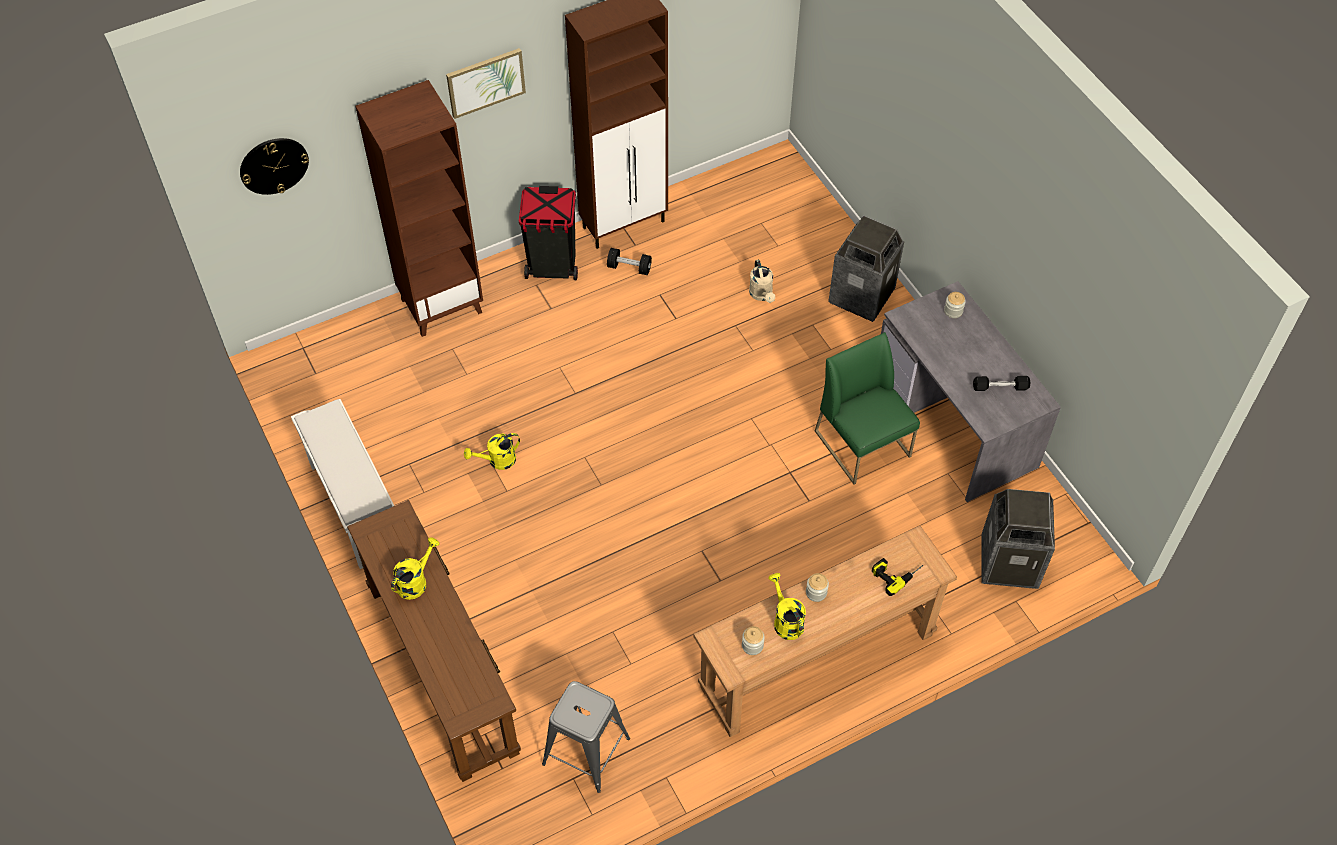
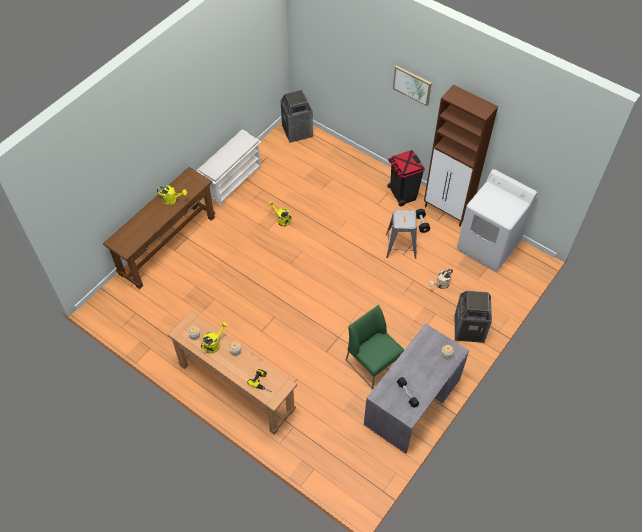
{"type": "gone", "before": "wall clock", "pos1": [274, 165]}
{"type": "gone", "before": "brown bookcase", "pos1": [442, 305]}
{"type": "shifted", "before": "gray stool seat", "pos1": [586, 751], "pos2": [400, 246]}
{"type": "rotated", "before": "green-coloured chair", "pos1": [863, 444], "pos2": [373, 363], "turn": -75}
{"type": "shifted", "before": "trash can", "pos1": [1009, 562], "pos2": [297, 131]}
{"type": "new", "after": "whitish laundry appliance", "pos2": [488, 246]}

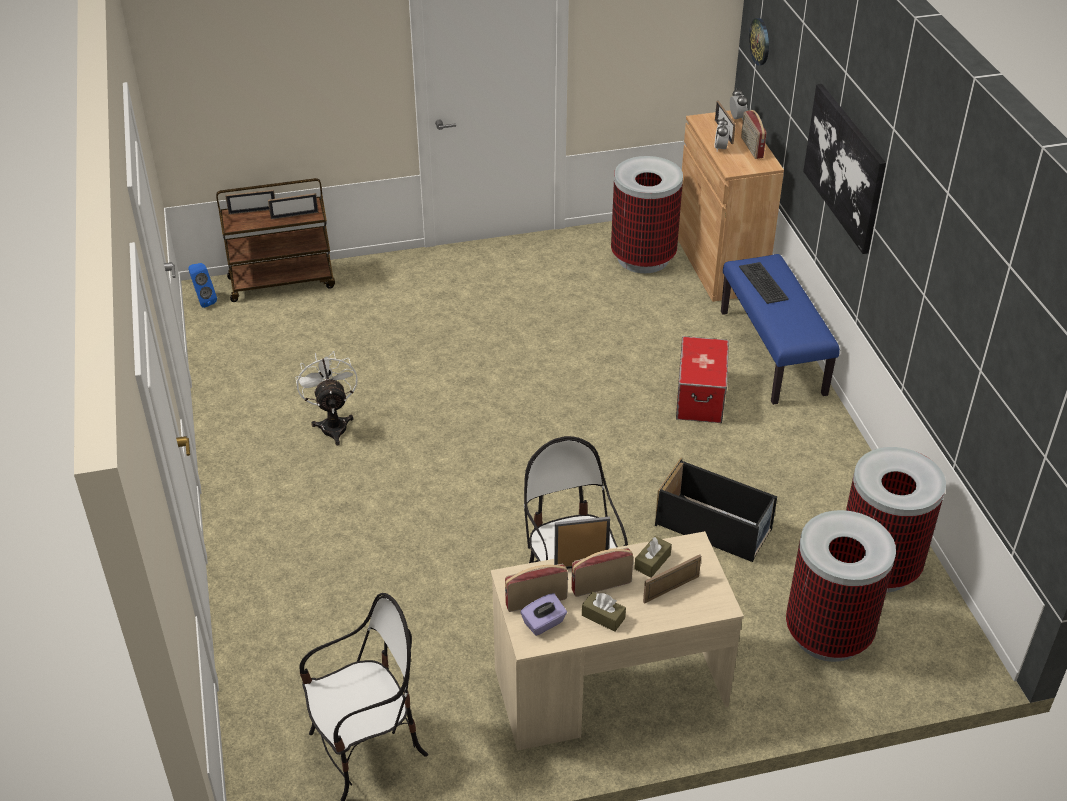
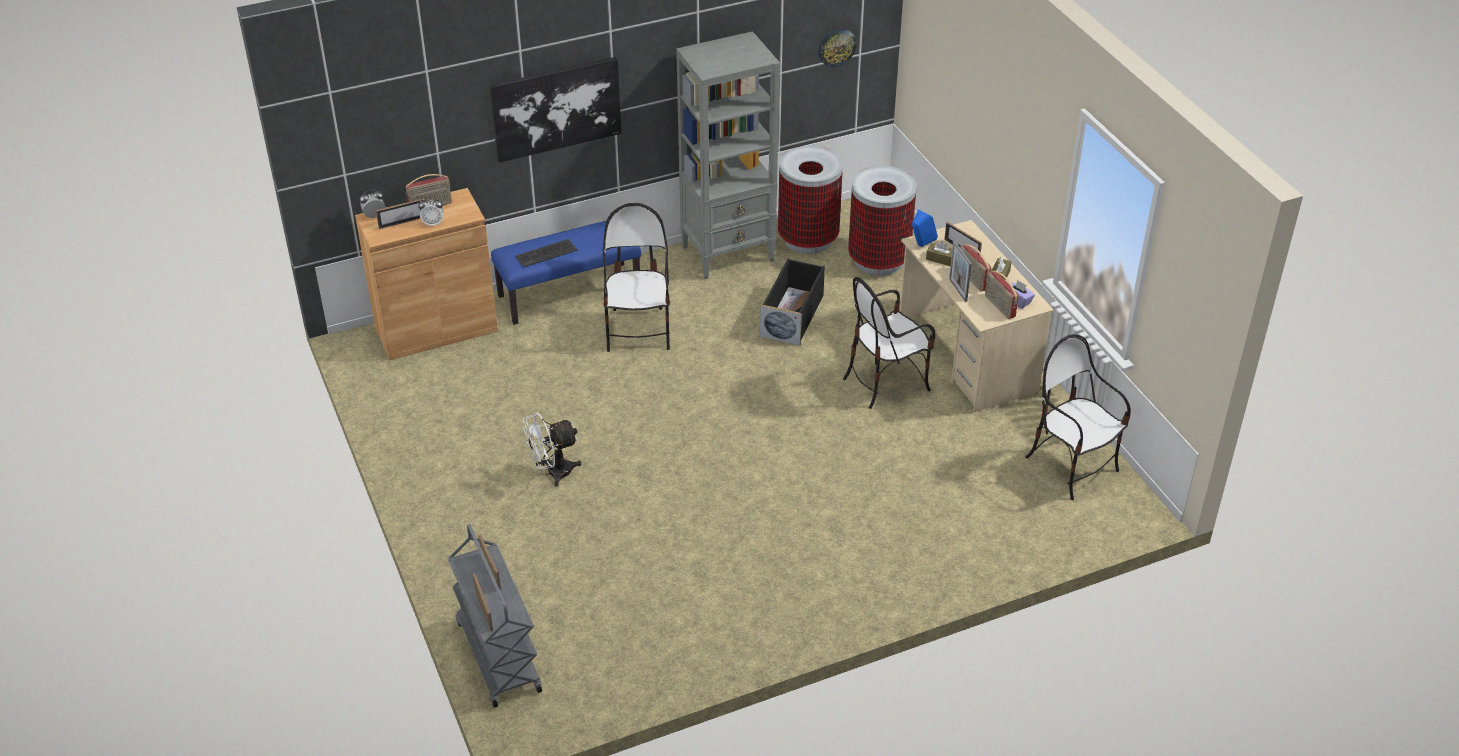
{"type": "shifted", "before": "blue loudspeaker", "pos1": [203, 301], "pos2": [921, 246]}
{"type": "repainted", "before": "brown trolley", "after": "gray trolley", "pos1": [282, 282], "pos2": [497, 655]}
{"type": "shifted", "before": "whitish cooling fan", "pos1": [333, 424], "pos2": [553, 473]}
{"type": "gone", "before": "trash can", "pos1": [643, 257]}
{"type": "swapped", "before": "storage box", "after": "chair", "pos1": [700, 397], "pos2": [638, 330]}
{"type": "shifted", "before": "wall clock", "pos1": [760, 41], "pos2": [836, 47]}
{"type": "new", "after": "gray bookcase", "pos2": [729, 254]}

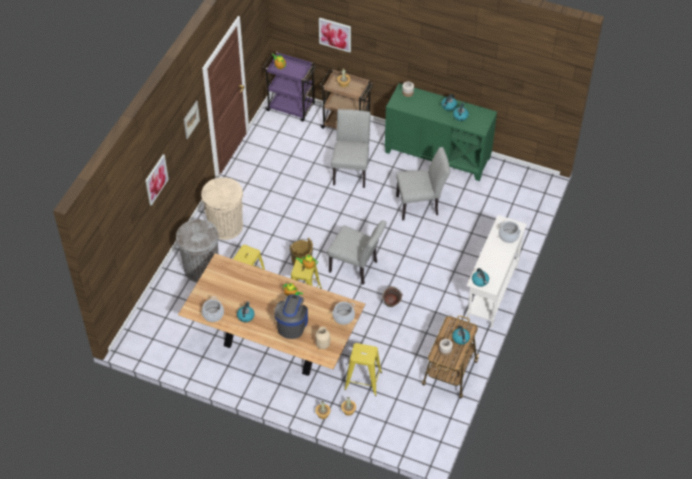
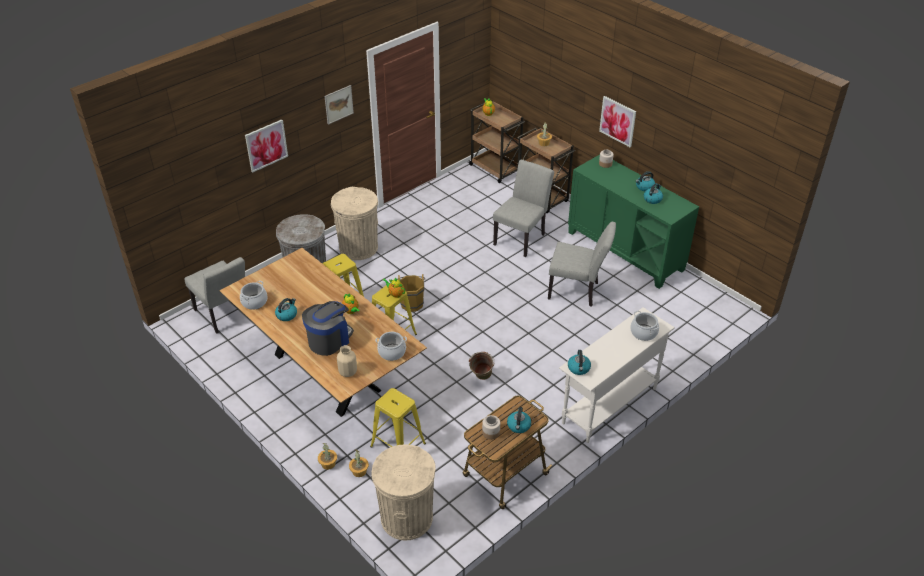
{"type": "repainted", "before": "purple trolley", "after": "brown trolley", "pos1": [291, 108], "pos2": [495, 169]}
{"type": "shifted", "before": "wall picture", "pos1": [335, 34], "pos2": [617, 121]}
{"type": "shifted", "before": "gray chair", "pos1": [356, 268], "pos2": [225, 316]}
{"type": "new", "after": "sand-coloured trash can", "pos2": [406, 518]}

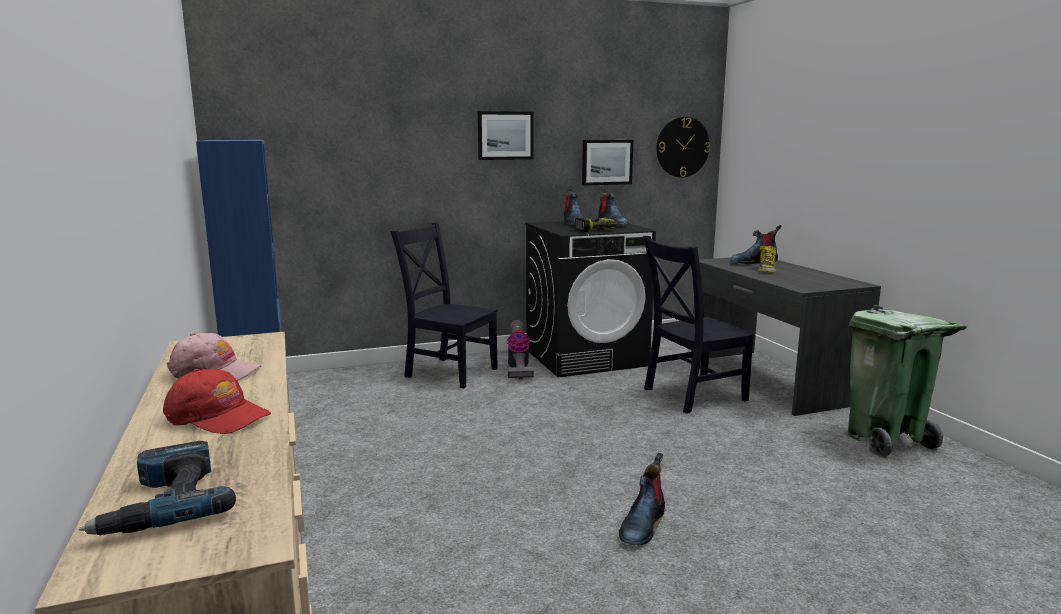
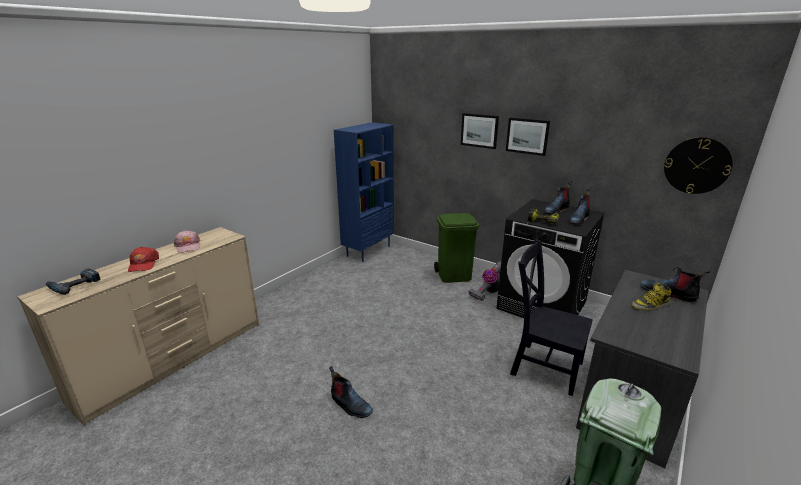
{"type": "swapped", "before": "black chair", "after": "green-coloured trash can", "pos1": [448, 372], "pos2": [454, 276]}
{"type": "shifted", "before": "wall picture", "pos1": [607, 162], "pos2": [479, 130]}
{"type": "rotated", "before": "boot", "pos1": [642, 525], "pos2": [350, 405], "turn": -135}

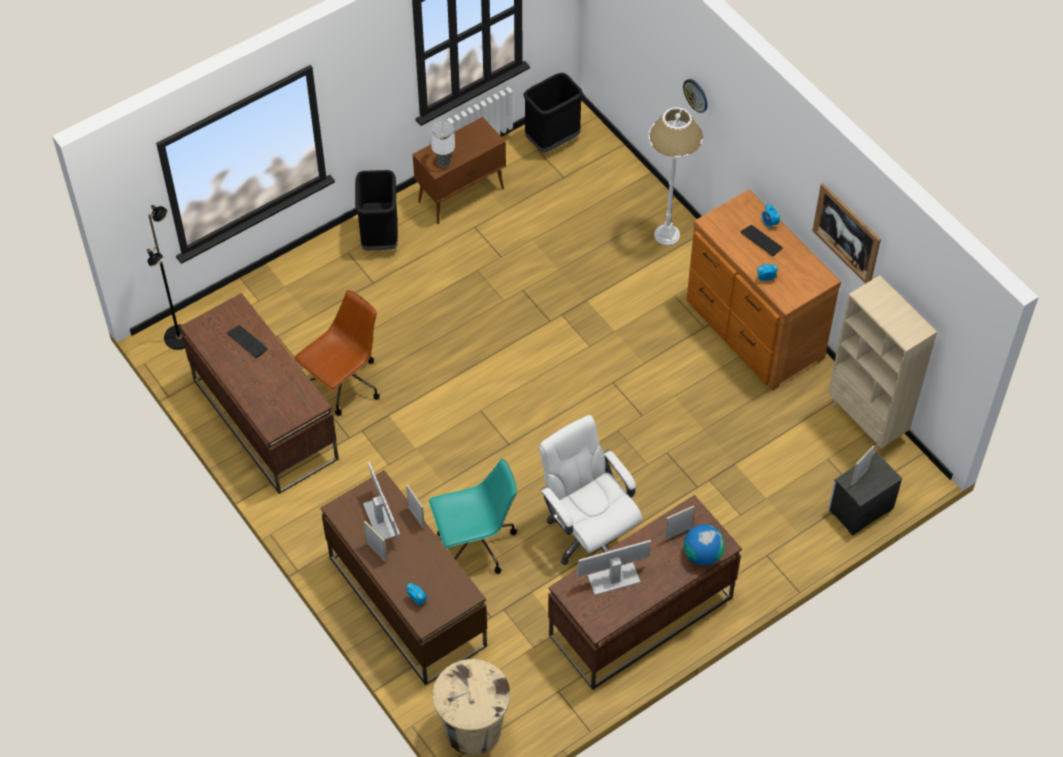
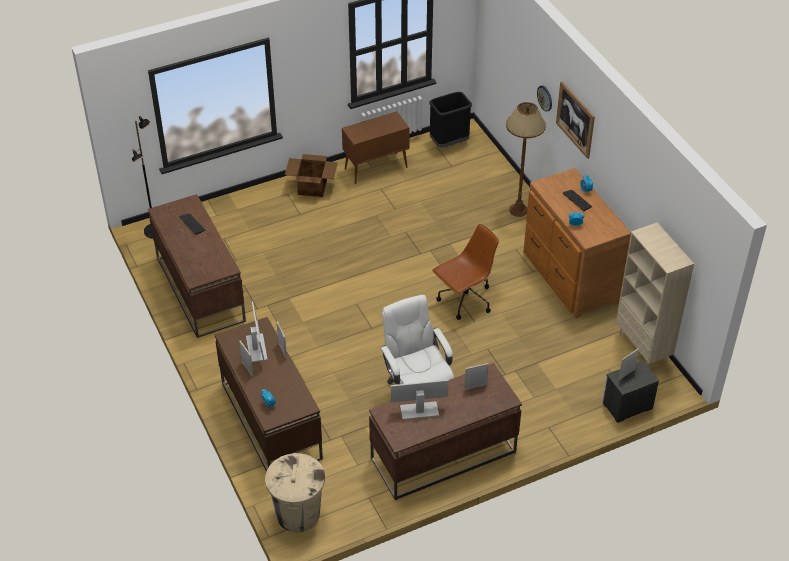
{"type": "shifted", "before": "brown computer chair", "pos1": [344, 385], "pos2": [465, 300]}
{"type": "swapped", "before": "black trash can", "after": "packing box", "pos1": [379, 237], "pos2": [312, 187]}
{"type": "gone", "before": "turquoise-coloured computer chair", "pos1": [475, 544]}
{"type": "gone", "before": "lamp for a table", "pos1": [443, 161]}
{"type": "repainted", "before": "whitish standard lamp", "after": "brown standard lamp", "pos1": [667, 235], "pos2": [518, 210]}
{"type": "gone", "before": "world globe", "pos1": [702, 554]}
{"type": "shifted", "before": "wall picture", "pos1": [846, 234], "pos2": [575, 119]}

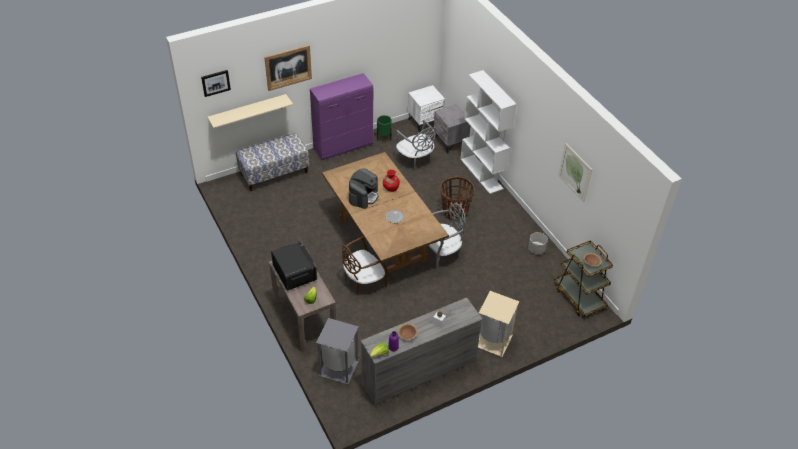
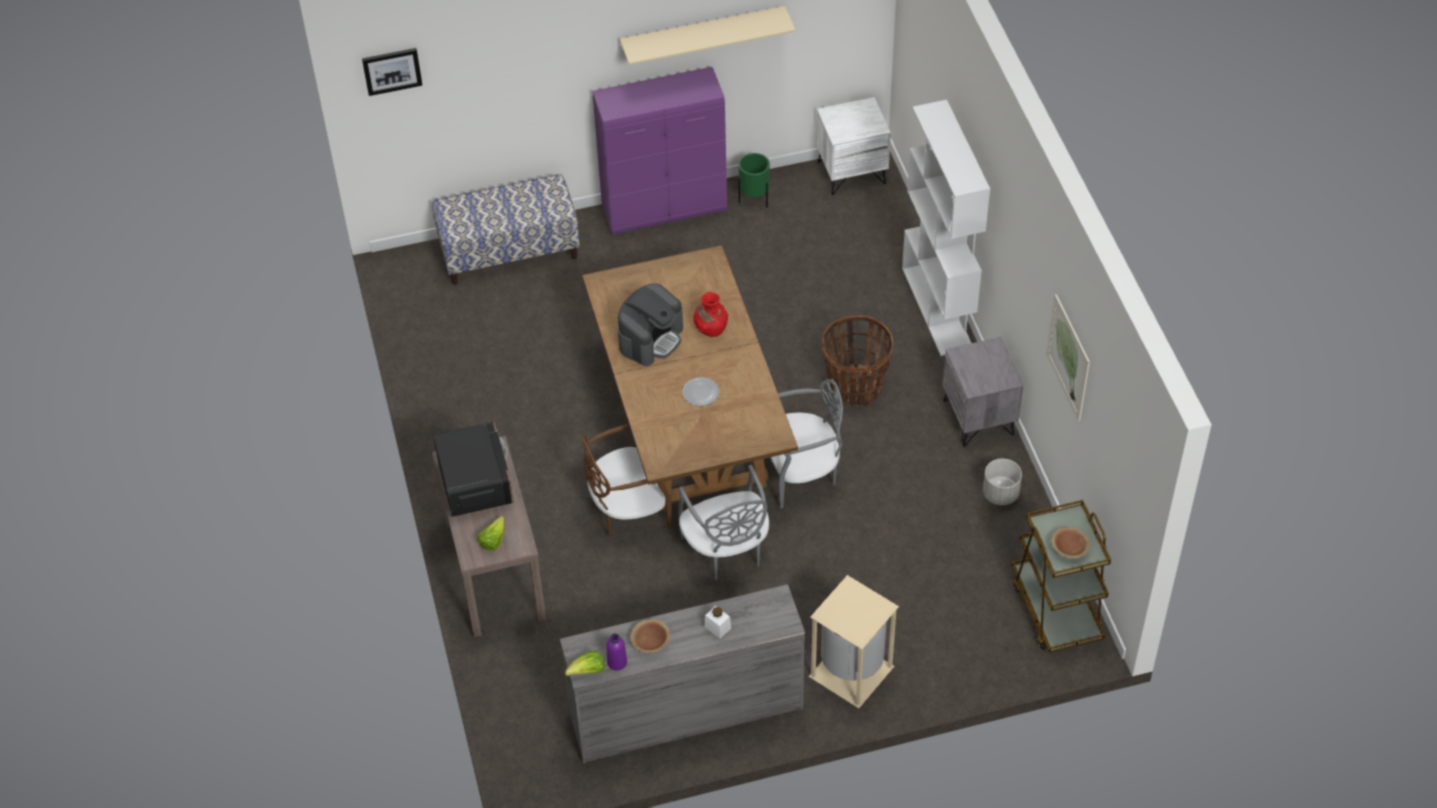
{"type": "shifted", "before": "sand-coloured shelf", "pos1": [248, 111], "pos2": [703, 34]}
{"type": "gone", "before": "wall picture", "pos1": [288, 67]}
{"type": "gone", "before": "gray trash can", "pos1": [338, 368]}
{"type": "shifted", "before": "gray chair", "pos1": [415, 160], "pos2": [726, 551]}
{"type": "shifted", "before": "gray night table", "pos1": [450, 142], "pos2": [979, 418]}

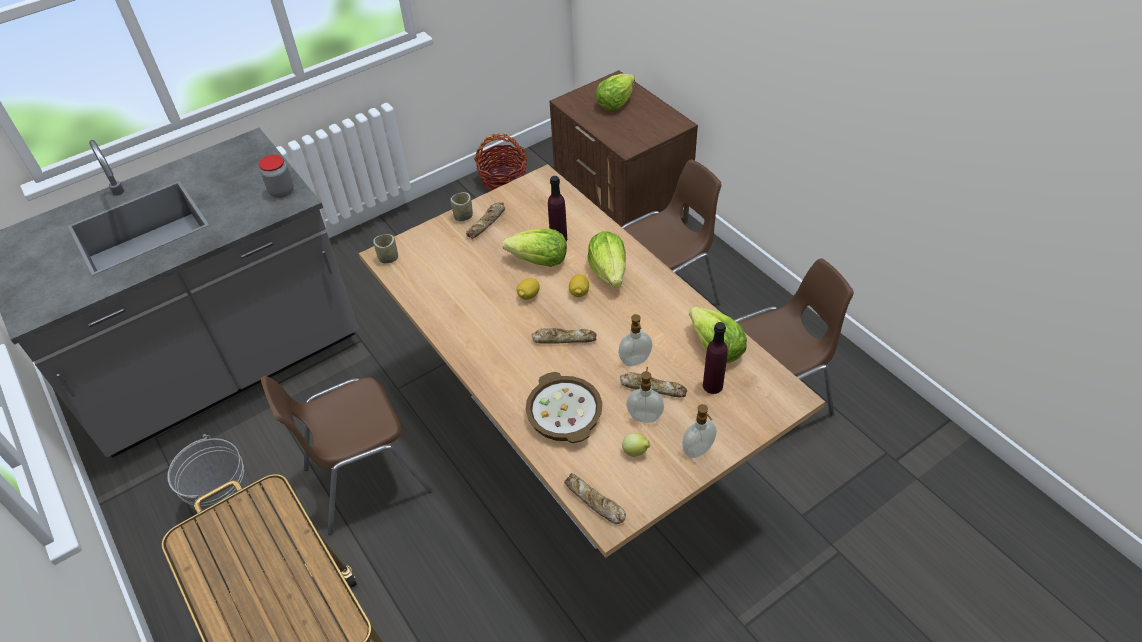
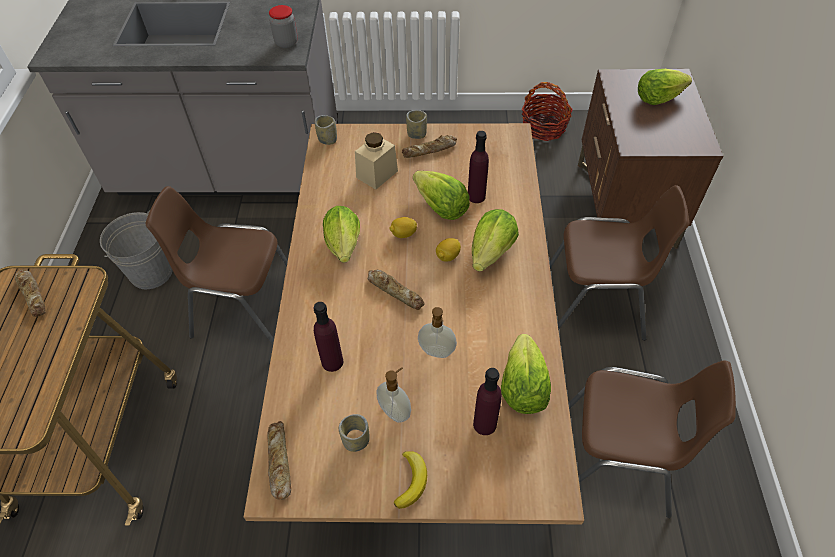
{"type": "swapped", "before": "deep dish", "after": "purple drink bottle", "pos1": [565, 414], "pos2": [332, 362]}
{"type": "shifted", "before": "bakery bread", "pos1": [653, 387], "pos2": [33, 295]}
{"type": "swapped", "before": "citrus fruit", "after": "small cup", "pos1": [636, 452], "pos2": [356, 440]}
{"type": "swapped", "before": "soap bottle", "after": "banana", "pos1": [698, 451], "pos2": [411, 480]}
{"type": "new", "after": "head of lettuce", "pos2": [344, 248]}
{"type": "new", "after": "sand-coloured jar", "pos2": [377, 174]}

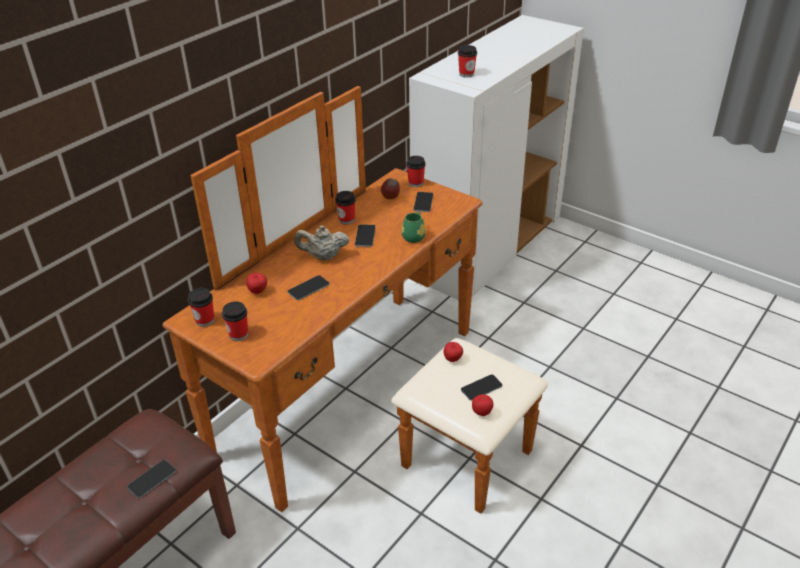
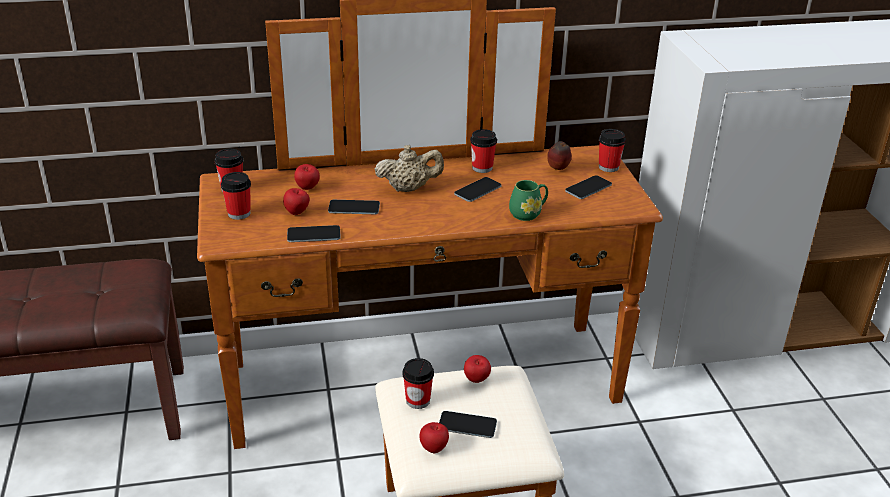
{"type": "shifted", "before": "handset", "pos1": [152, 479], "pos2": [313, 234]}
{"type": "rotated", "before": "sand-coloured tea pot", "pos1": [323, 257], "pos2": [409, 188], "turn": 135}
{"type": "shifted", "before": "small cup", "pos1": [466, 74], "pos2": [418, 400]}
{"type": "new", "after": "apple fruit", "pos2": [297, 213]}

